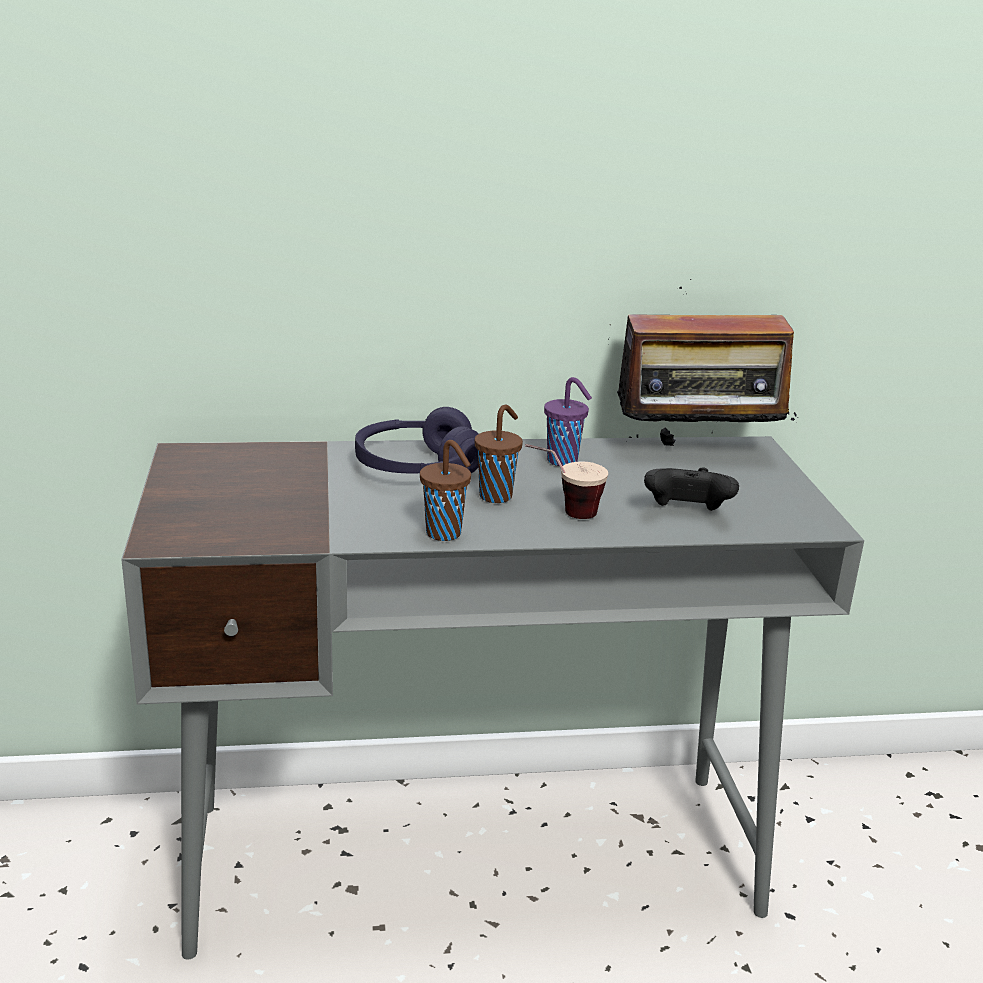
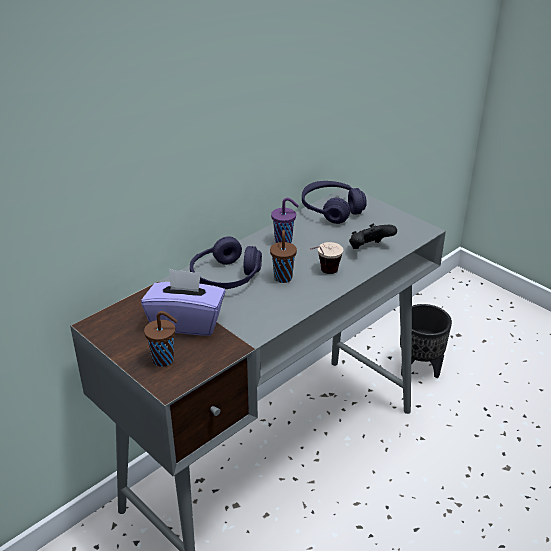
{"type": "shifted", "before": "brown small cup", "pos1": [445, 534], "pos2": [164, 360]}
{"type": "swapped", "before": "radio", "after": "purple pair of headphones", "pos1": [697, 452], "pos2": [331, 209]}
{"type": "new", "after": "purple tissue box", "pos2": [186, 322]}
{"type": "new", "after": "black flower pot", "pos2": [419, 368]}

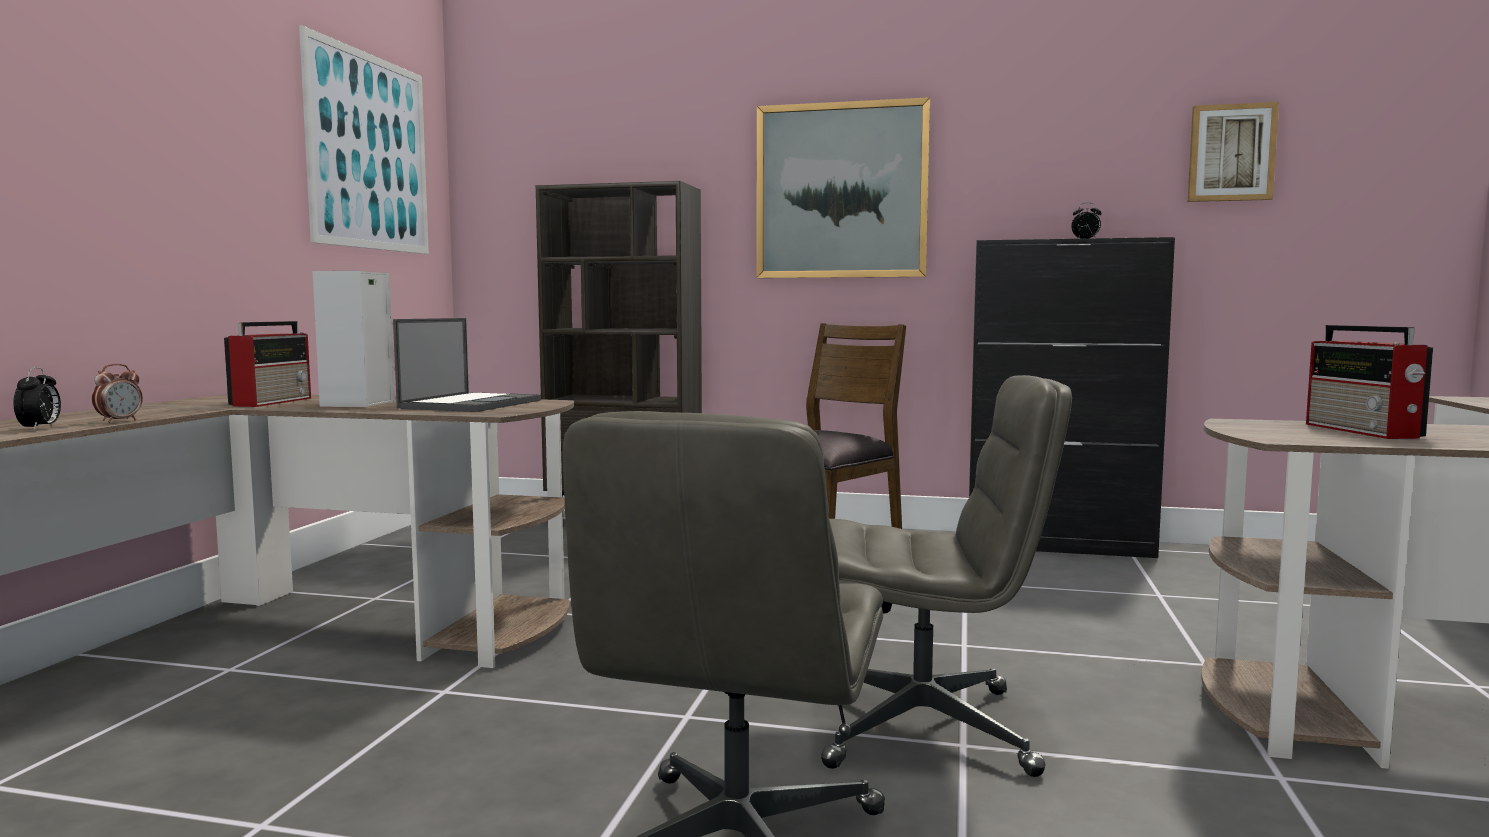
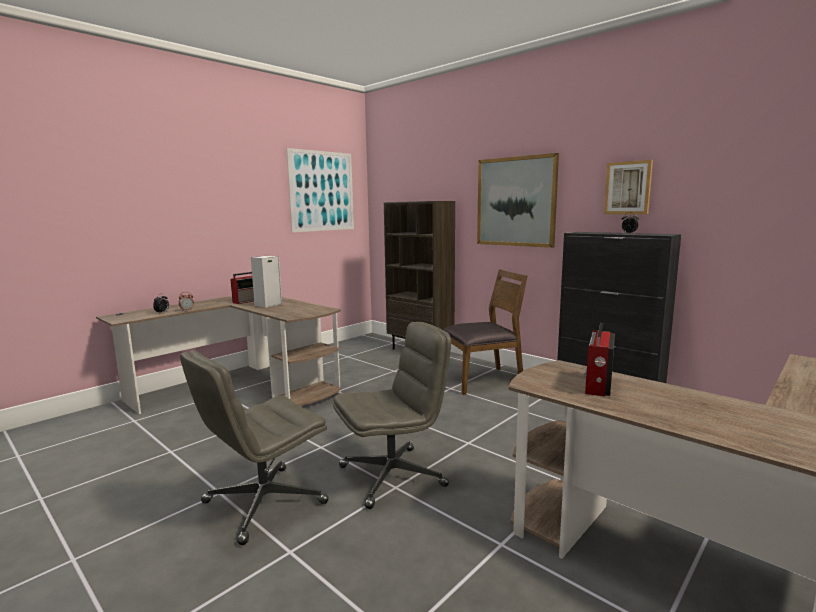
{"type": "gone", "before": "portable computer", "pos1": [471, 404]}
{"type": "rotated", "before": "gray computer chair", "pos1": [925, 727], "pos2": [393, 475], "turn": -60}
{"type": "shifted", "before": "wall picture", "pos1": [1231, 153], "pos2": [628, 188]}

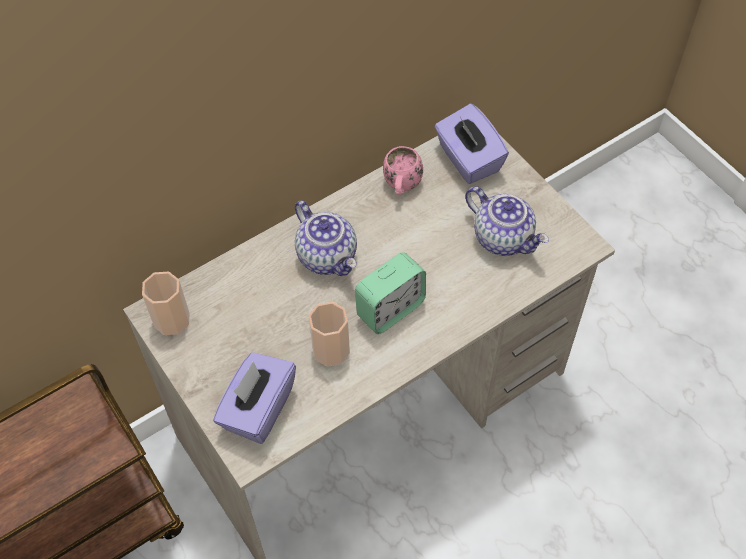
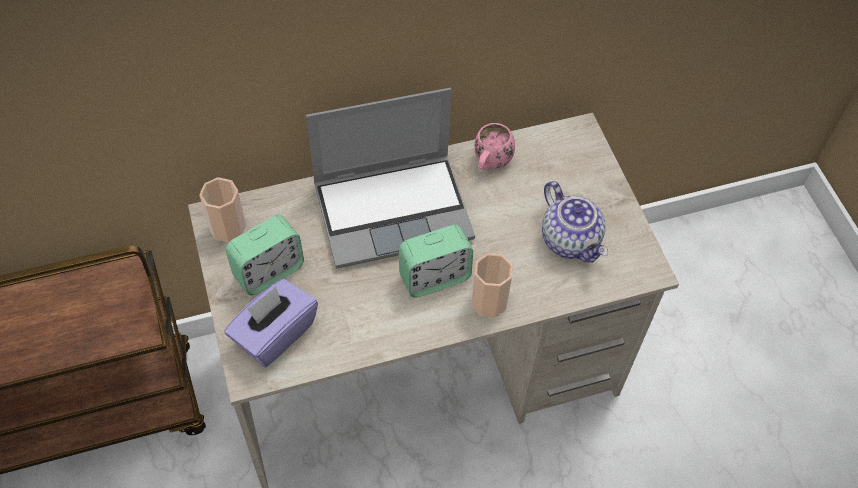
{"type": "swapped", "before": "tea pot", "after": "portable computer", "pos1": [328, 256], "pos2": [394, 210]}
{"type": "shifted", "before": "small cup", "pos1": [331, 350], "pos2": [488, 301]}
{"type": "gone", "before": "purple tissue box", "pos1": [468, 159]}
{"type": "new", "after": "table clock", "pos2": [268, 271]}

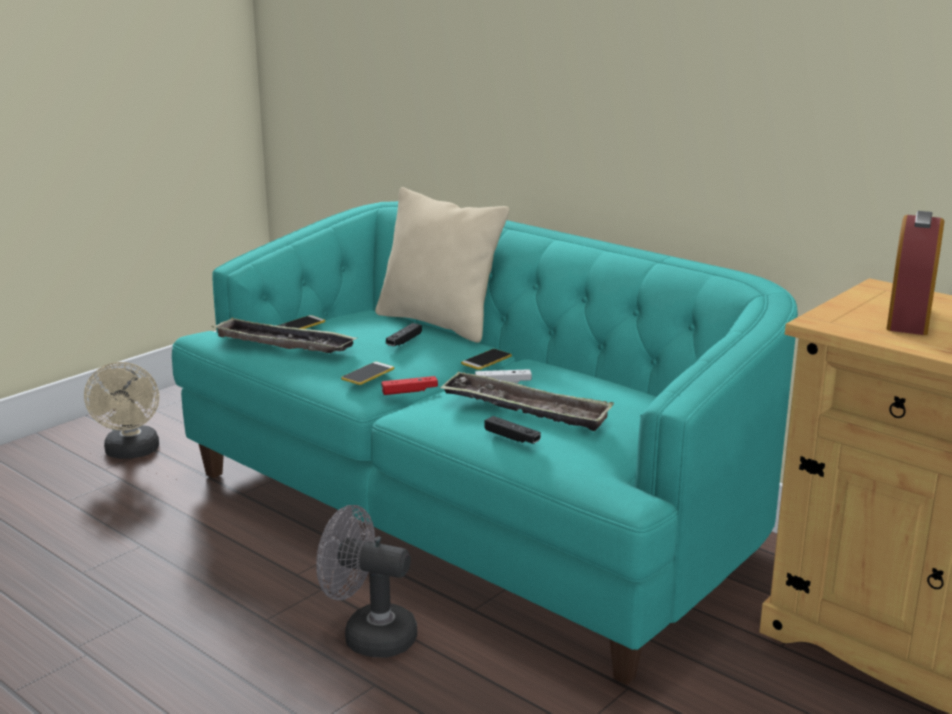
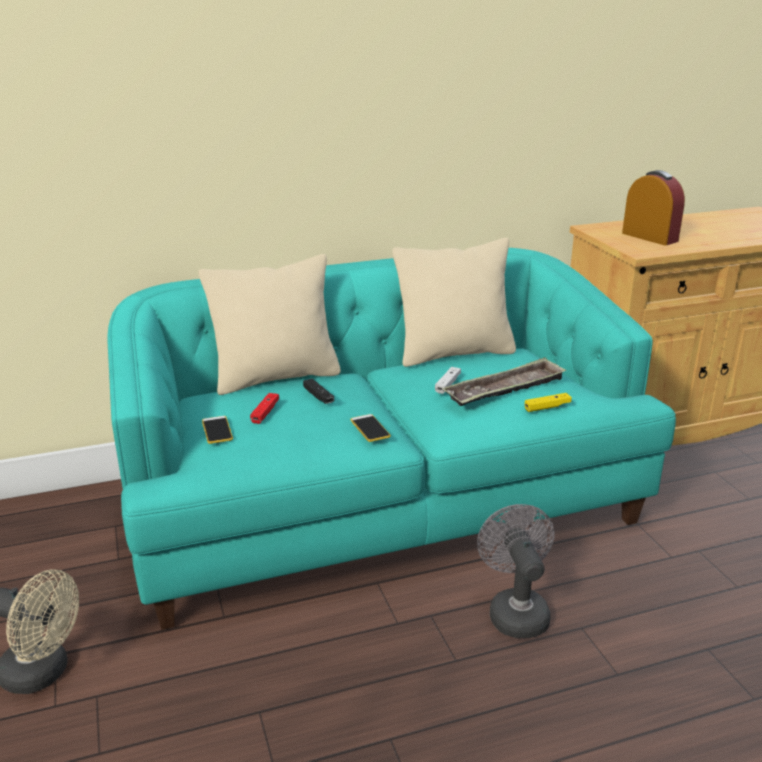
{"type": "gone", "before": "tray", "pos1": [284, 344]}
{"type": "rotated", "before": "gray cooling fan", "pos1": [369, 635], "pos2": [515, 611], "turn": 120}
{"type": "shifted", "before": "red game controller", "pos1": [409, 391], "pos2": [265, 412]}
{"type": "gone", "before": "handset", "pos1": [486, 360]}
{"type": "repainted", "before": "black game controller", "after": "yellow game controller", "pos1": [512, 437], "pos2": [547, 407]}
{"type": "new", "after": "sand-coloured pillow", "pos2": [454, 353]}

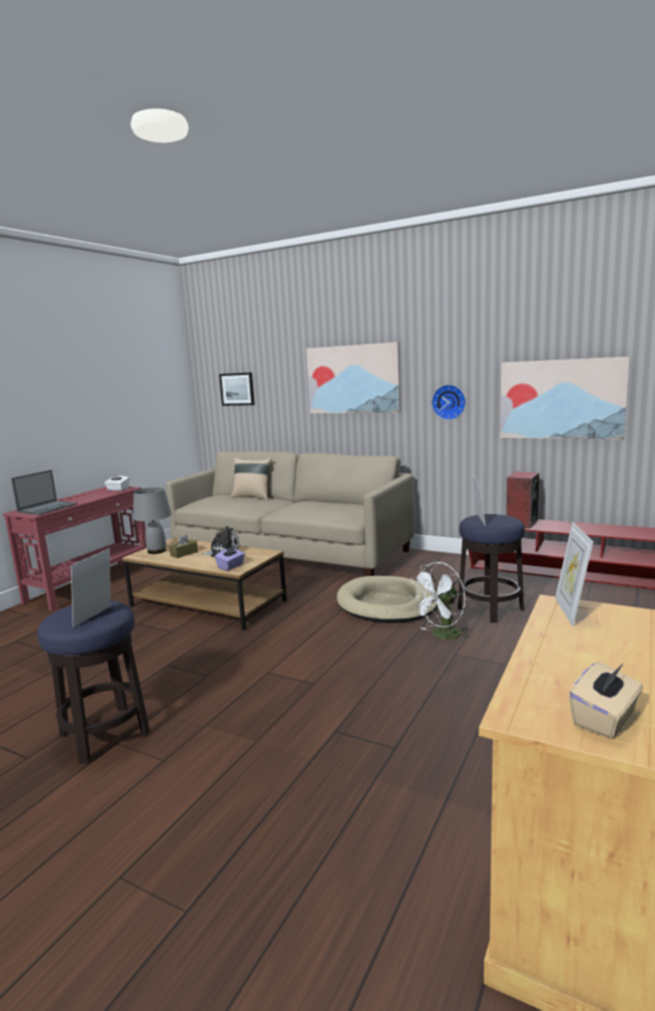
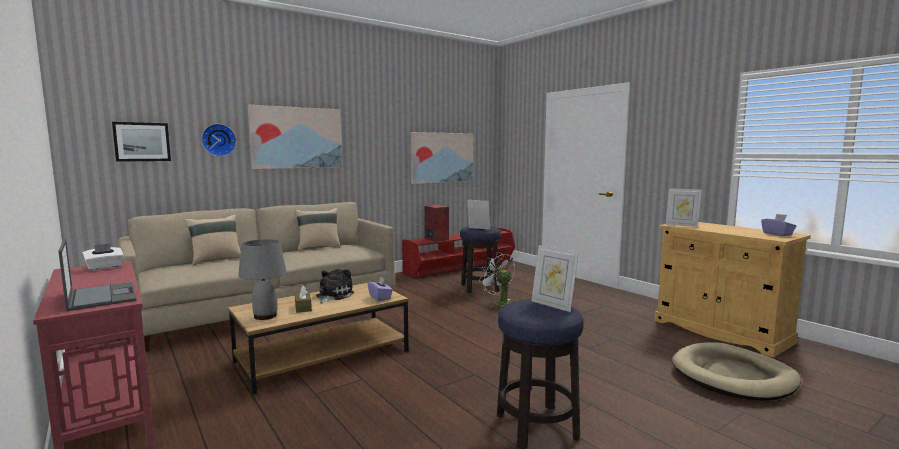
{"type": "shifted", "before": "sand-coloured pet bed", "pos1": [386, 604], "pos2": [733, 376]}
{"type": "rotated", "before": "whitish cooling fan", "pos1": [442, 636], "pos2": [499, 303], "turn": 150}
{"type": "shifted", "before": "wall clock", "pos1": [449, 402], "pos2": [218, 140]}
{"type": "repainted", "before": "sand-coloured tissue box", "after": "purple tissue box", "pos1": [605, 719], "pos2": [777, 234]}
{"type": "new", "after": "sand-coloured pillow", "pos2": [318, 247]}

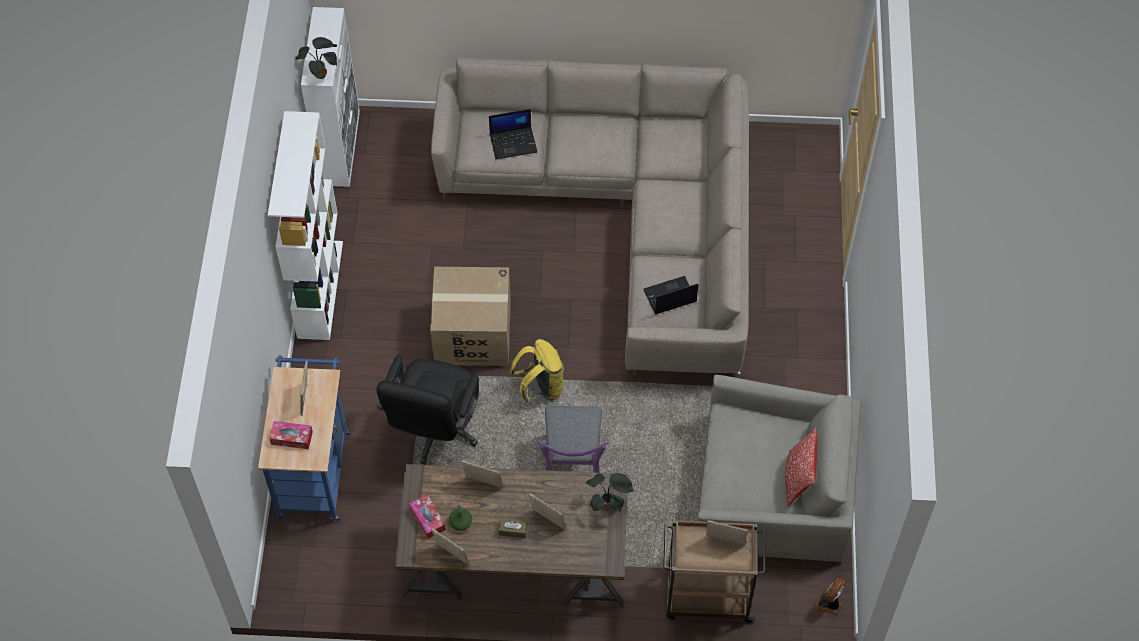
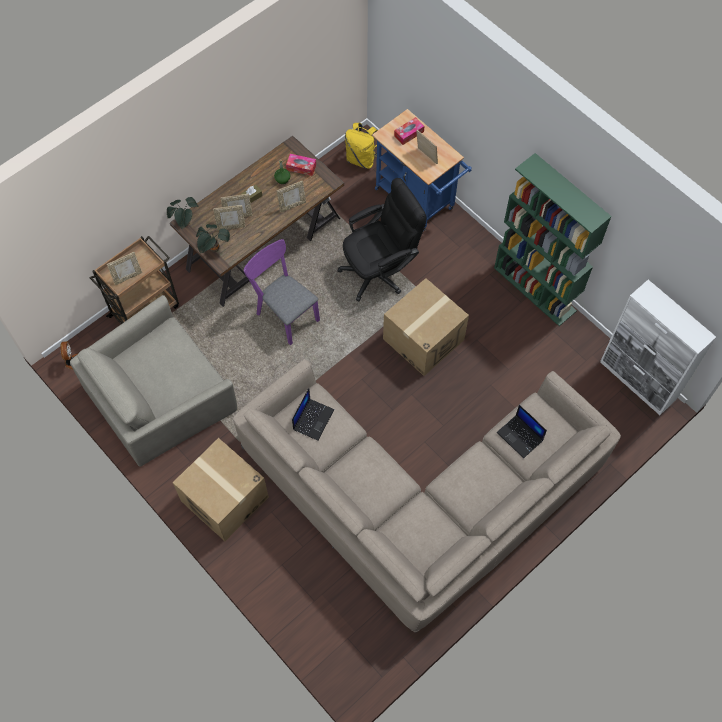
{"type": "repainted", "before": "whitish bookcase", "after": "green-coloured bookcase", "pos1": [319, 289], "pos2": [535, 289]}
{"type": "shifted", "before": "potted plant", "pos1": [321, 73], "pos2": [185, 223]}
{"type": "rotated", "before": "black computer chair", "pos1": [434, 431], "pos2": [380, 270], "turn": 90}
{"type": "shifted", "before": "picture frame", "pos1": [451, 556], "pos2": [231, 226]}
{"type": "rotated", "before": "portable computer", "pos1": [514, 143], "pos2": [520, 436], "turn": -75}
{"type": "shifted", "before": "yellow rucksack", "pos1": [540, 388], "pos2": [362, 159]}
{"type": "gone", "before": "pillow", "pos1": [797, 479]}
{"type": "new", "after": "packing box", "pos2": [224, 499]}

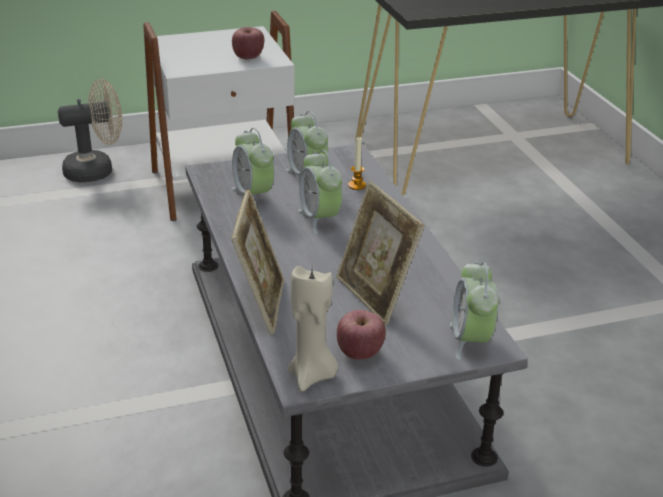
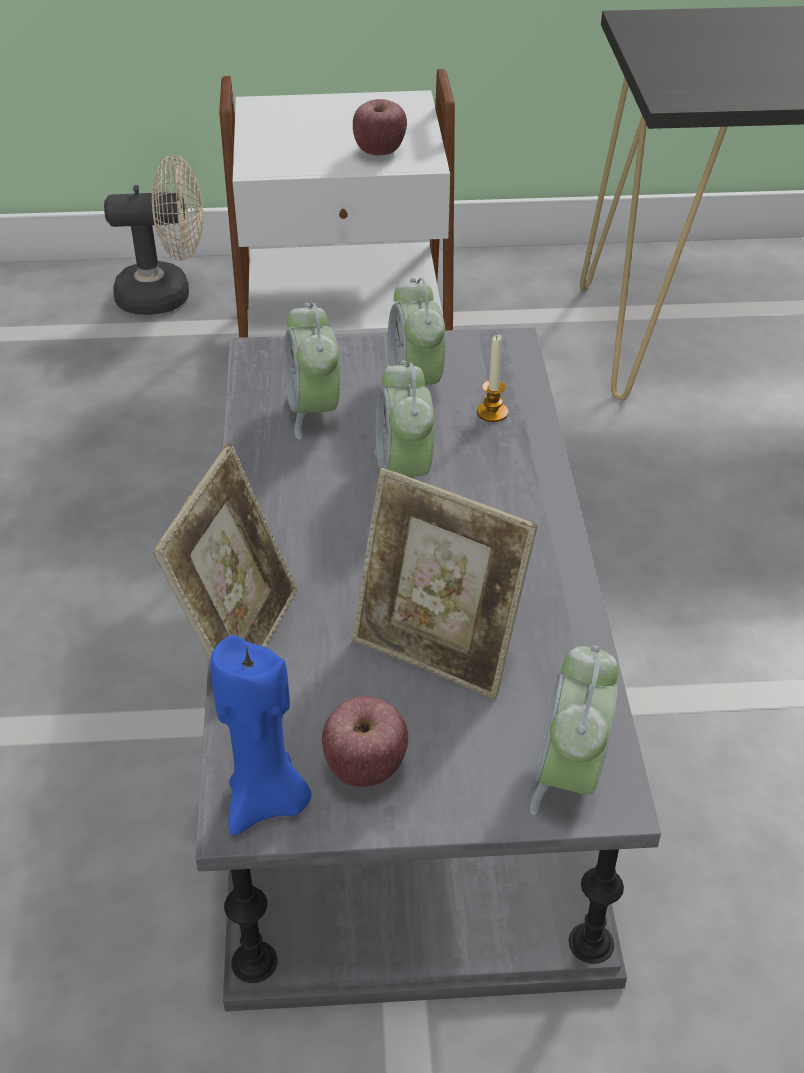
{"type": "repainted", "before": "sand-coloured wax light", "after": "blue wax light", "pos1": [312, 375], "pos2": [267, 801]}
{"type": "rotated", "before": "picture frame", "pos1": [375, 296], "pos2": [437, 649], "turn": -45}

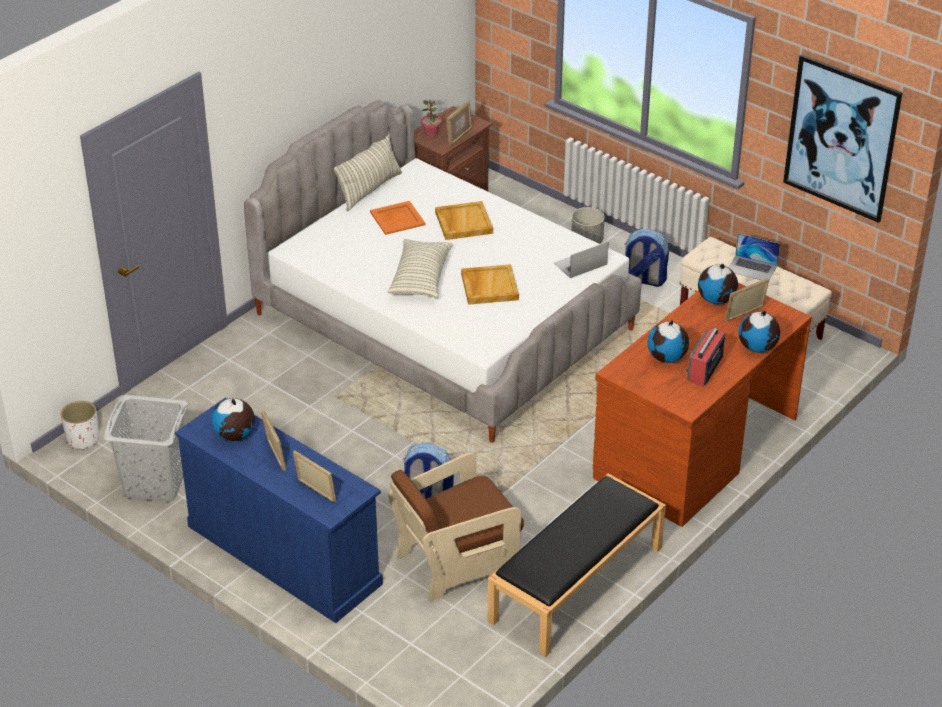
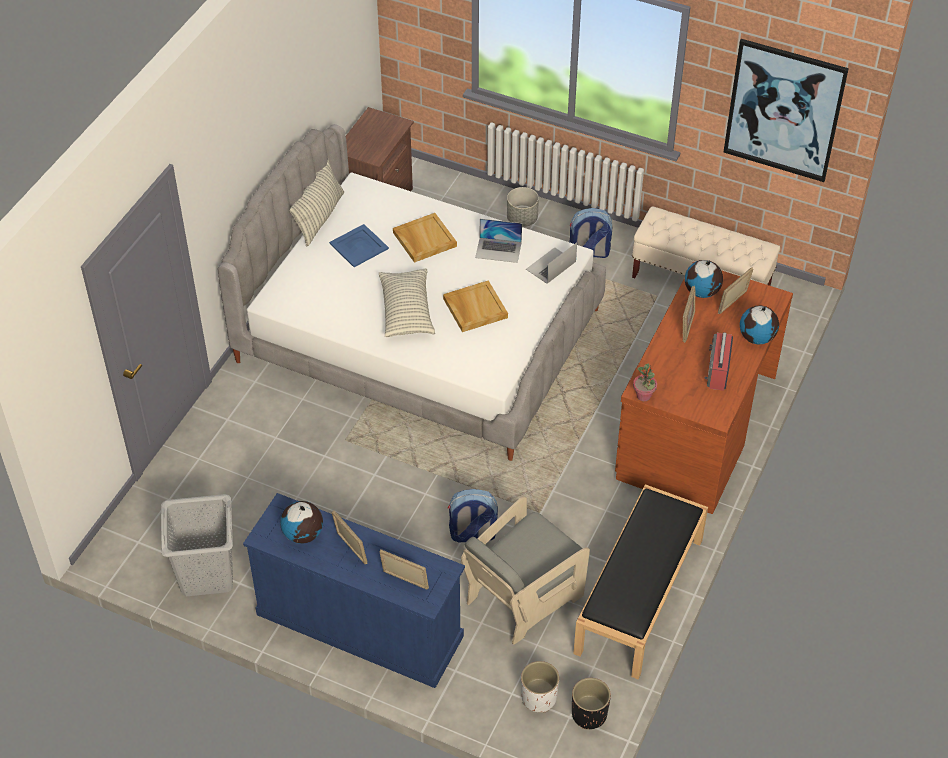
{"type": "shifted", "before": "whitish flower pot", "pos1": [83, 439], "pos2": [539, 698]}
{"type": "repainted", "before": "orangey tray", "after": "blue tray", "pos1": [398, 218], "pos2": [359, 246]}
{"type": "repainted", "before": "brown armchair", "after": "gray armchair", "pos1": [457, 562], "pos2": [523, 596]}
{"type": "shifted", "before": "potted plant", "pos1": [431, 134], "pos2": [644, 396]}
{"type": "shifted", "before": "picture frame", "pos1": [459, 137], "pos2": [687, 326]}
{"type": "gone", "before": "world globe", "pos1": [667, 358]}
{"type": "shifted", "before": "portable computer", "pos1": [752, 268], "pos2": [498, 250]}
{"type": "new", "after": "black flower pot", "pos2": [589, 714]}

